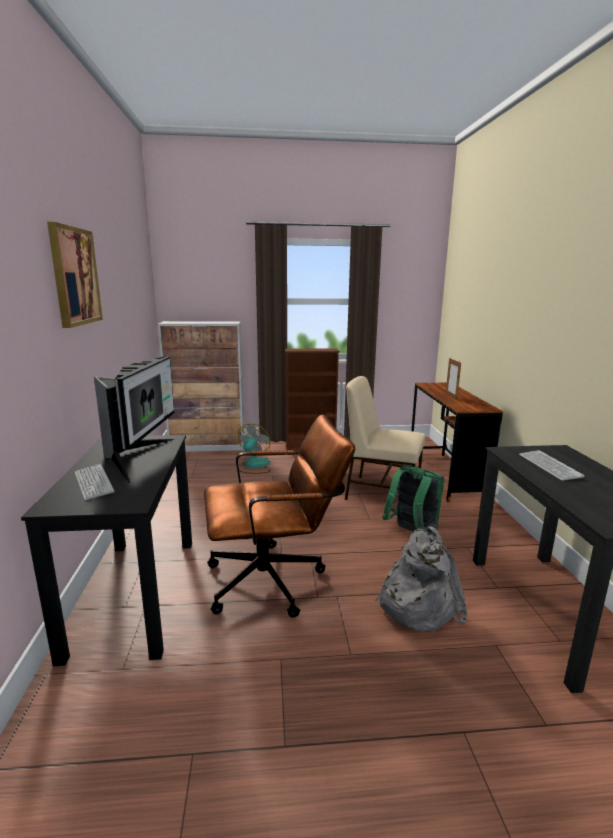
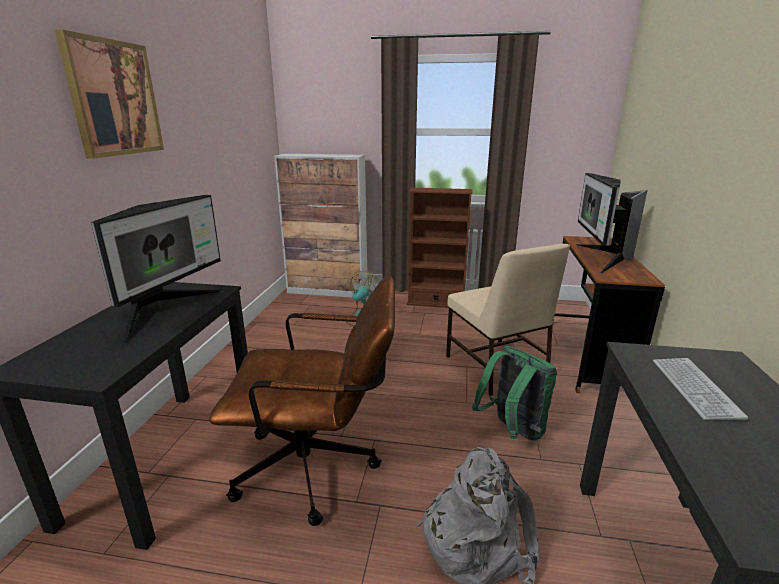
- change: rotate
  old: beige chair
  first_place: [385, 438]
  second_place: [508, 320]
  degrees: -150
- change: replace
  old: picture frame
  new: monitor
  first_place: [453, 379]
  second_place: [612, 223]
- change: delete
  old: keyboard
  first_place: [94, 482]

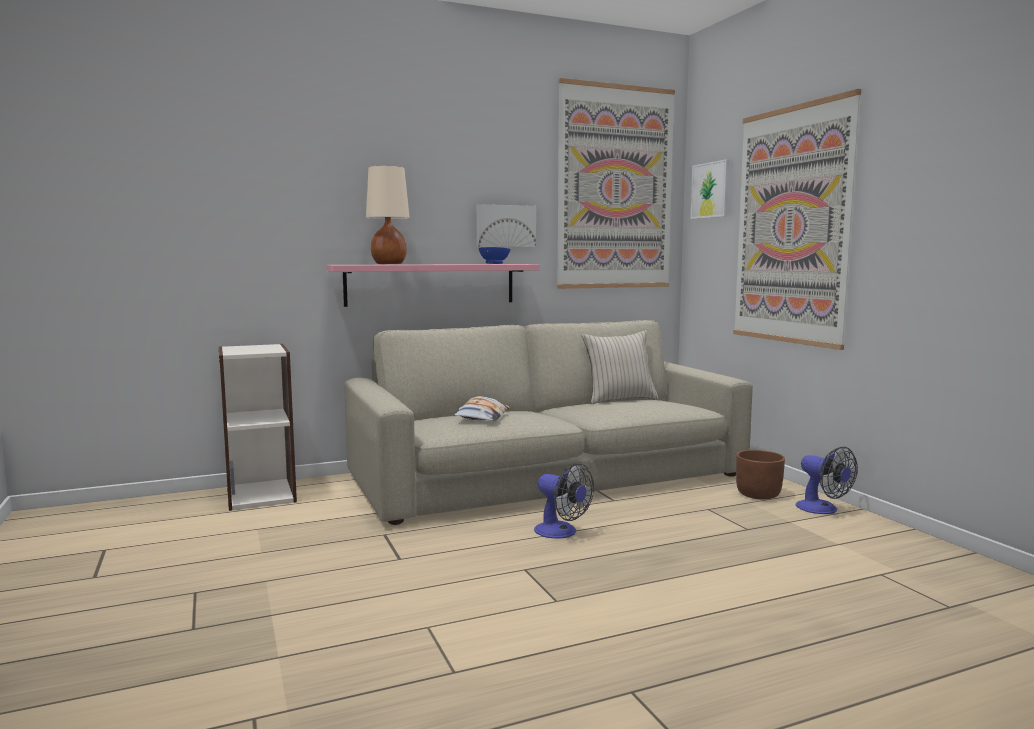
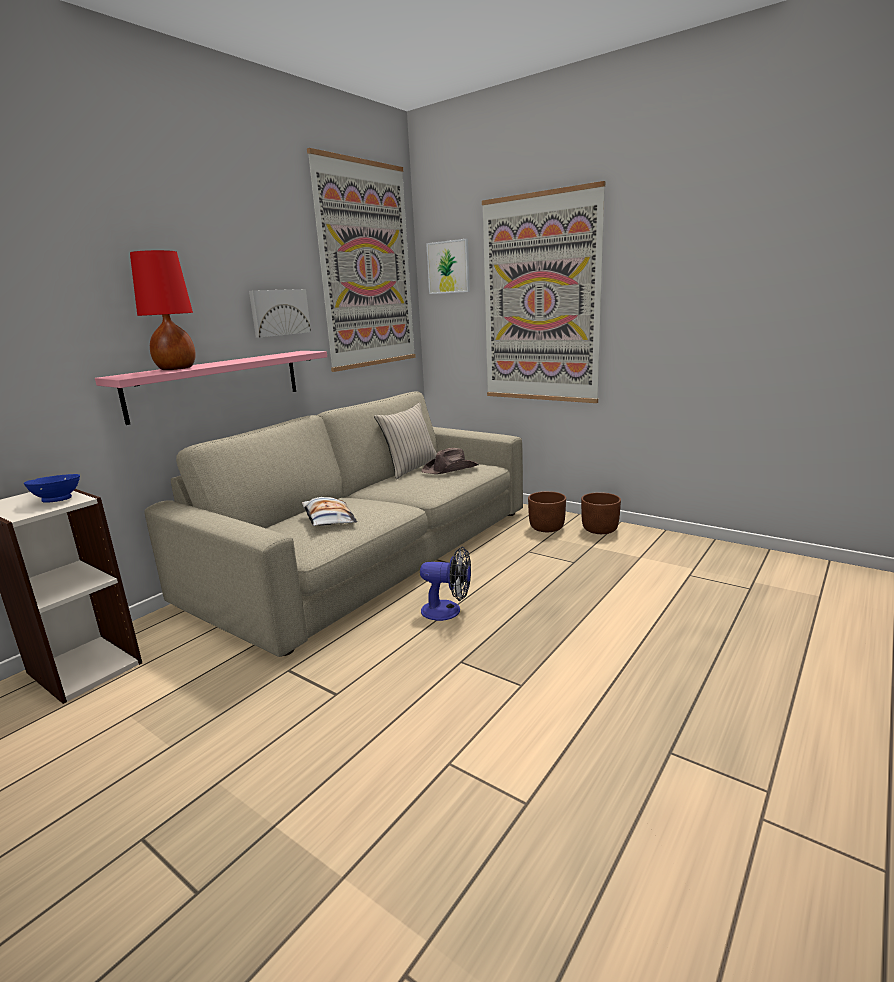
- change: move
  old: blue bowl
  first_place: [495, 255]
  second_place: [52, 488]
- change: recolor
  old: beige table lamp
  new: red table lamp
  first_place: [388, 215]
  second_place: [163, 310]
- change: insert
  new: brown hat
  second_place: [450, 461]
- change: replace
  old: fan
  new: brown planter
  first_place: [827, 480]
  second_place: [601, 513]

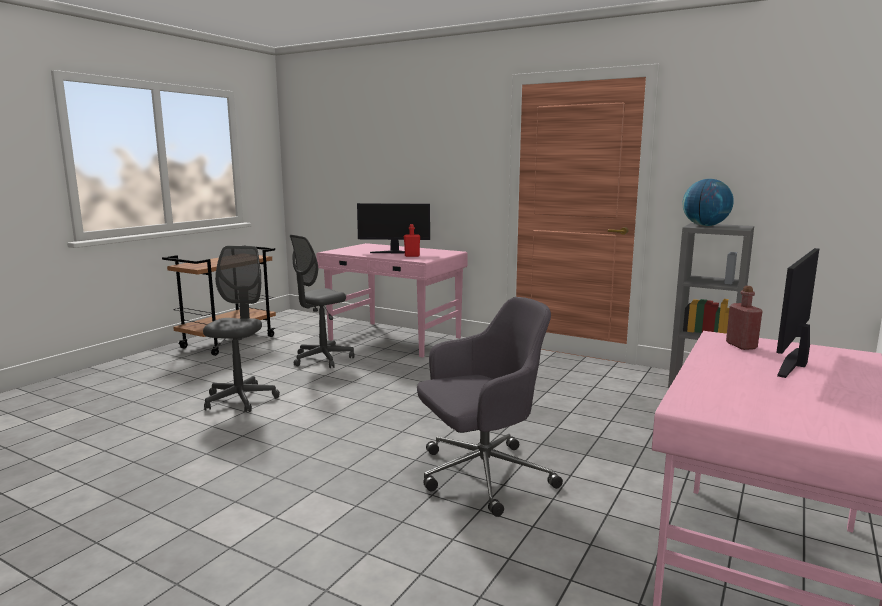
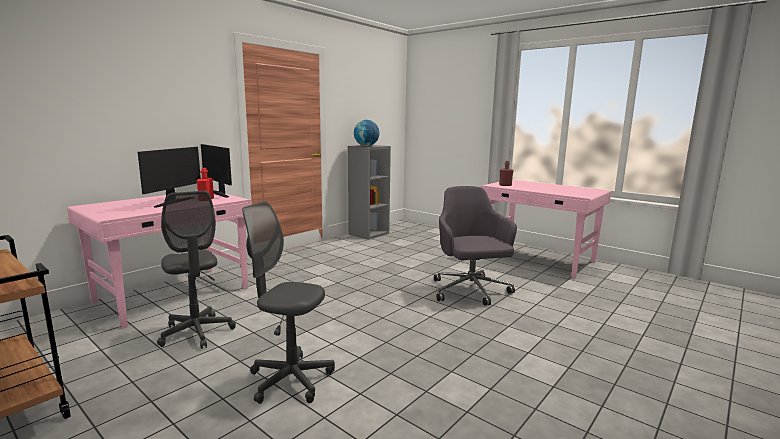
- change: move
  old: monitor
  first_place: [797, 313]
  second_place: [216, 171]

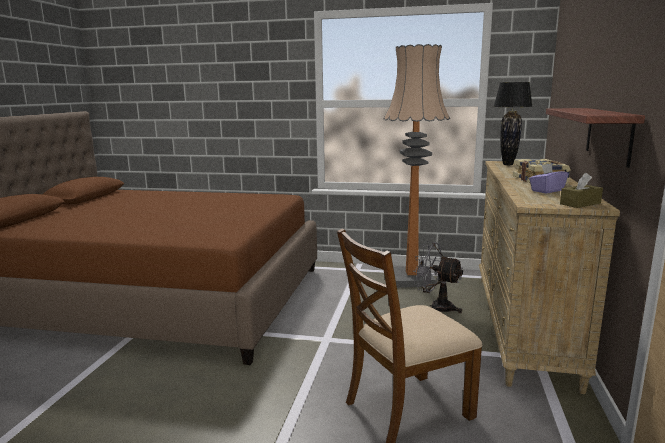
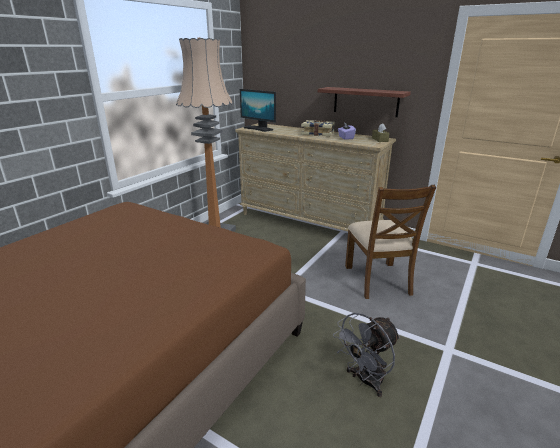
- change: replace
  old: black table lamp
  new: monitor
  first_place: [513, 123]
  second_place: [258, 110]
- change: move
  old: grey fan
  first_place: [438, 277]
  second_place: [366, 355]

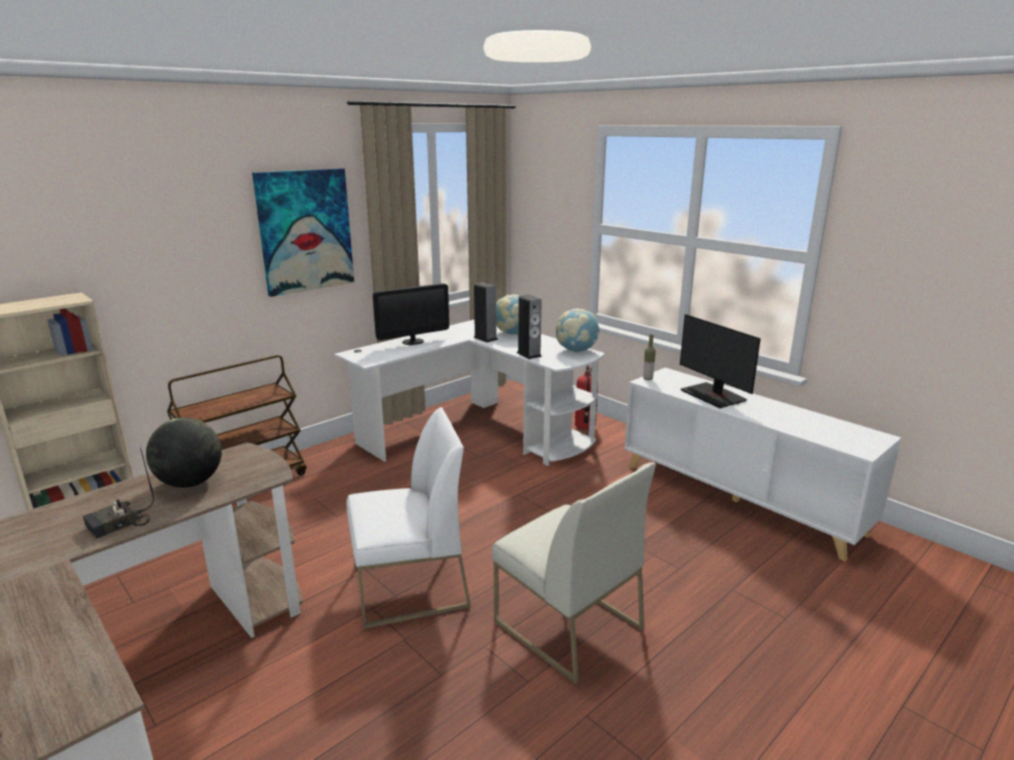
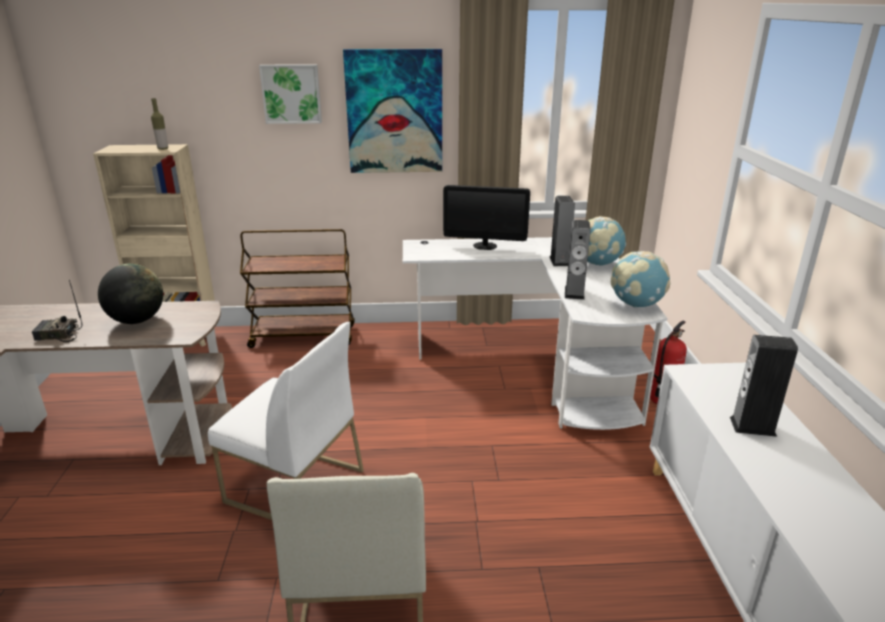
- change: move
  old: bottle
  first_place: [649, 357]
  second_place: [159, 124]
- change: insert
  new: picture
  second_place: [290, 94]
- change: replace
  old: monitor
  new: speaker
  first_place: [720, 361]
  second_place: [764, 386]

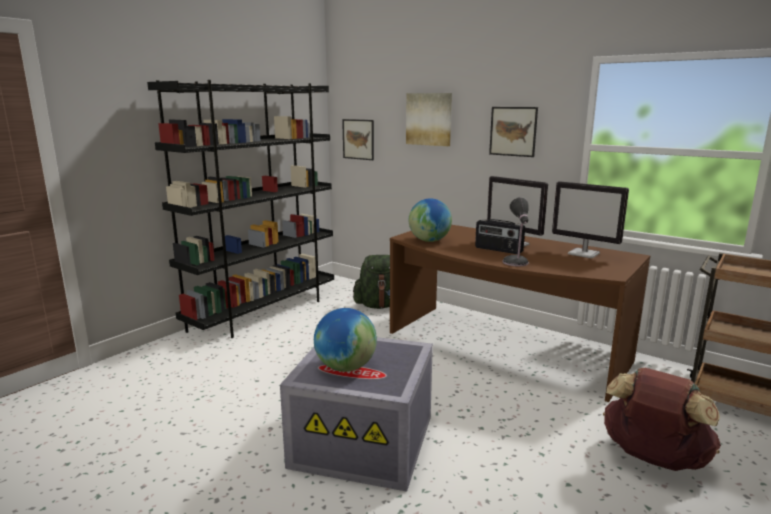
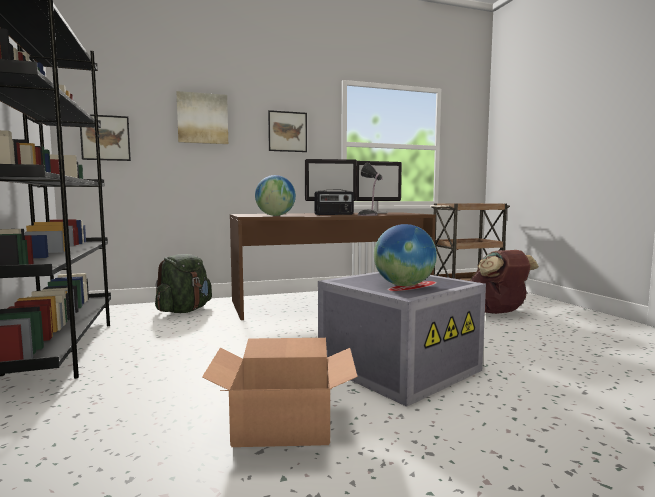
- change: insert
  new: cardboard box
  second_place: [280, 392]

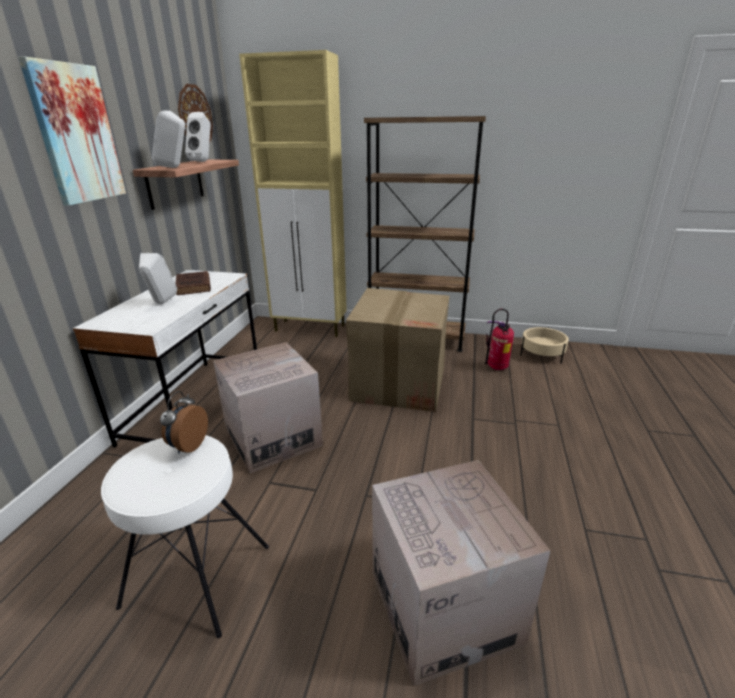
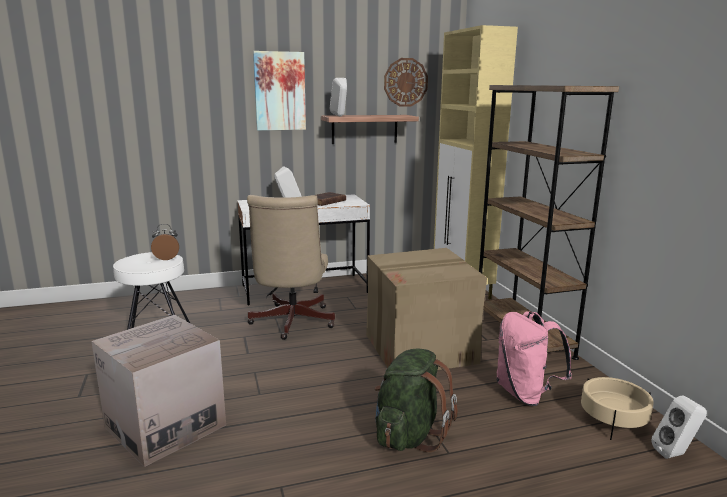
- change: replace
  old: cardboard box
  new: beige office chair
  first_place: [268, 407]
  second_place: [291, 267]
- change: insert
  new: green backpack
  second_place: [416, 400]
- change: replace
  old: fire extinguisher
  new: pink backpack
  first_place: [499, 339]
  second_place: [534, 358]
- change: move
  old: white speaker
  first_place: [197, 137]
  second_place: [679, 427]

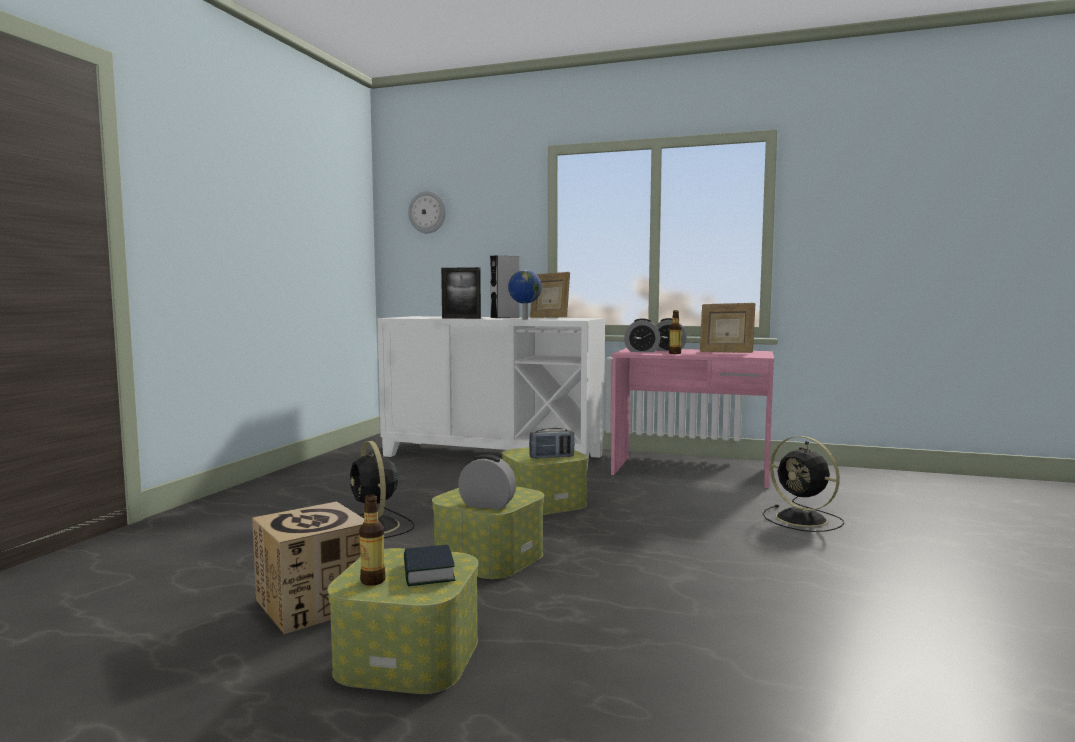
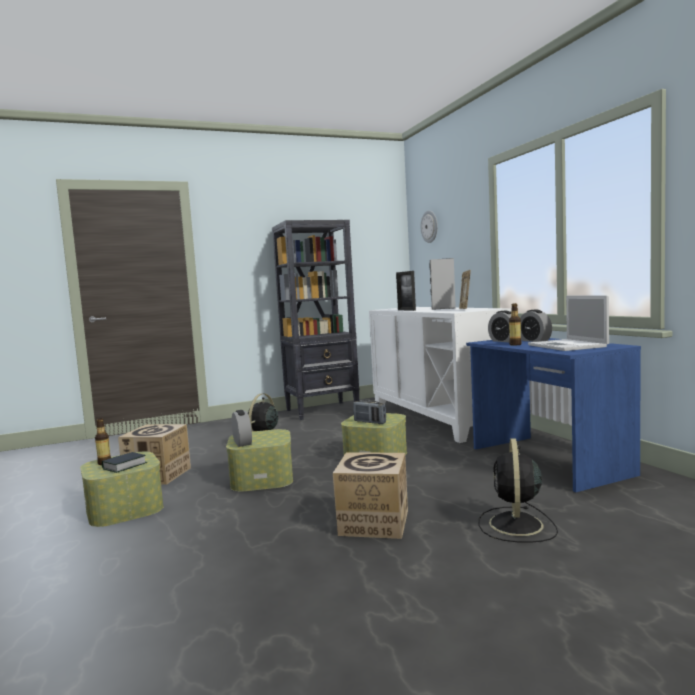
- change: insert
  new: black bookcase
  second_place: [316, 320]
- change: insert
  new: cardboard box
  second_place: [370, 495]
- change: recolor
  old: pink desk
  new: blue desk
  first_place: [692, 418]
  second_place: [553, 415]
- change: replace
  old: picture frame
  new: laptop
  first_place: [728, 328]
  second_place: [568, 323]
- change: delete
  old: globe
  first_place: [525, 294]

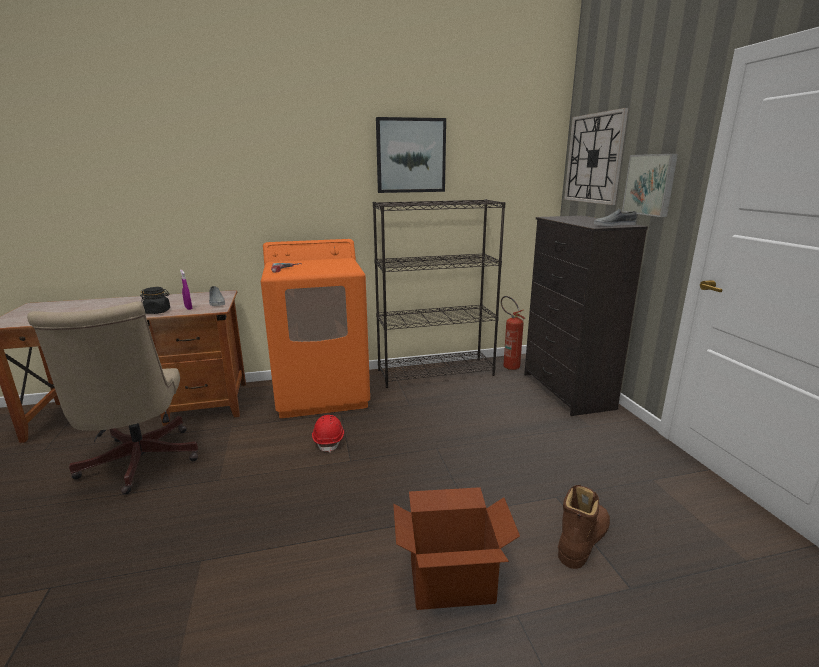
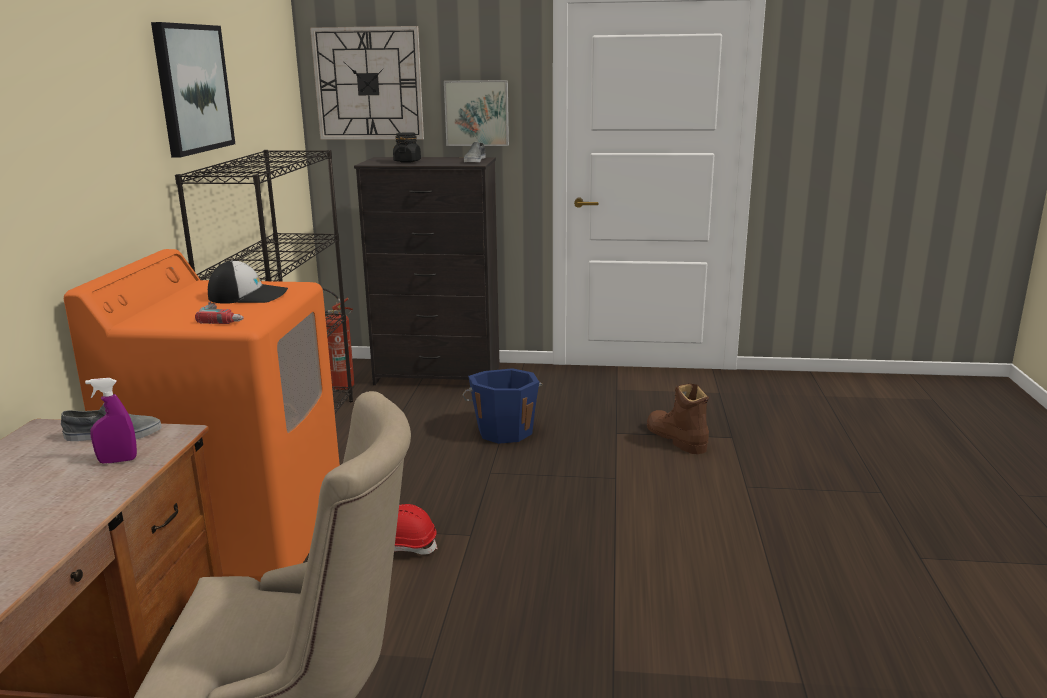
- change: insert
  new: cap
  second_place: [248, 282]
- change: move
  old: black jar
  first_place: [155, 300]
  second_place: [407, 147]
- change: insert
  new: blue bucket
  second_place: [502, 406]
- change: delete
  old: cardboard box
  first_place: [456, 548]

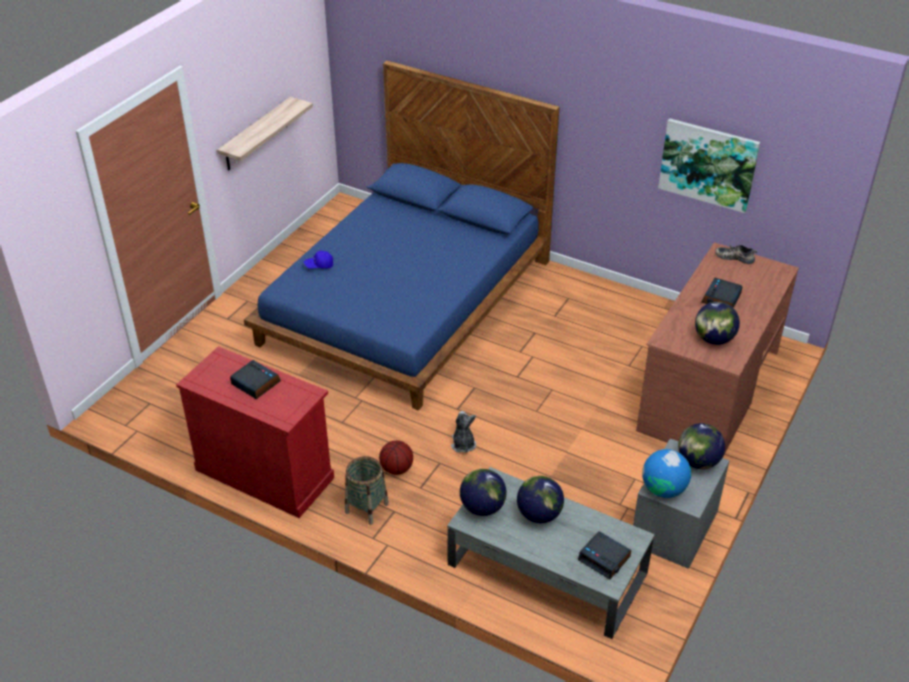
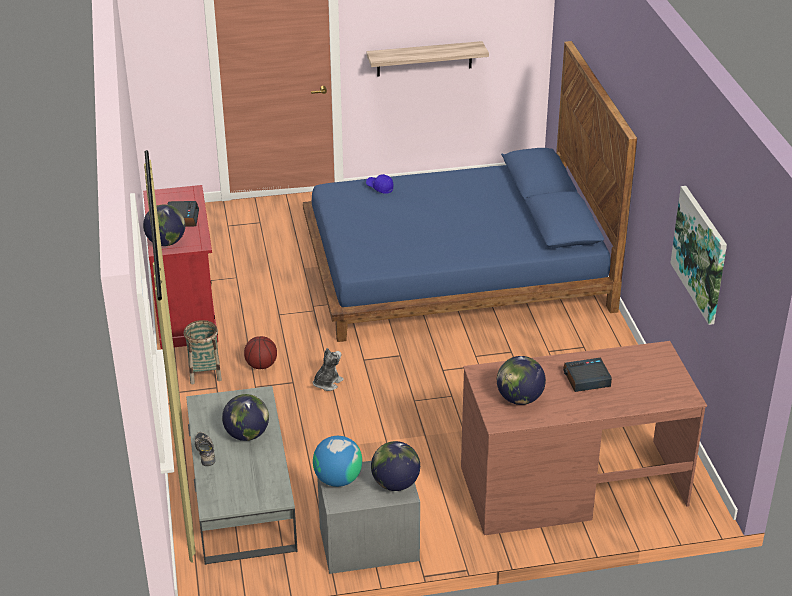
- change: move
  old: globe
  first_place: [483, 492]
  second_place: [164, 225]
- change: move
  old: shoe
  first_place: [736, 254]
  second_place: [205, 449]
- change: delete
  old: alarm clock
  first_place: [604, 555]

